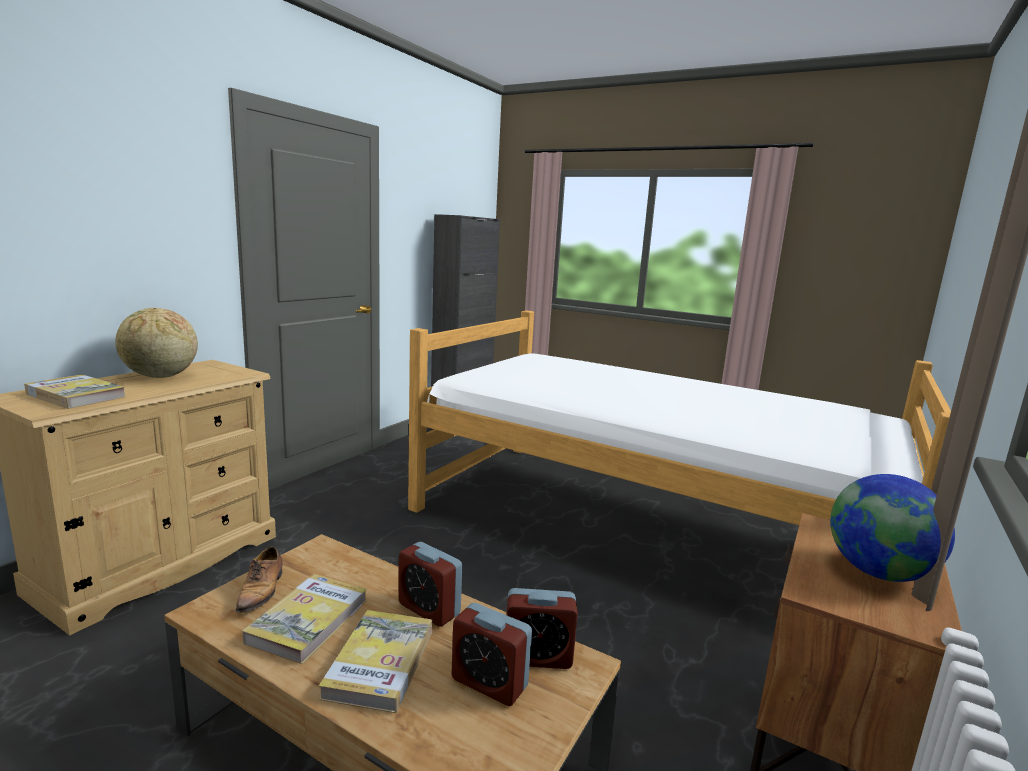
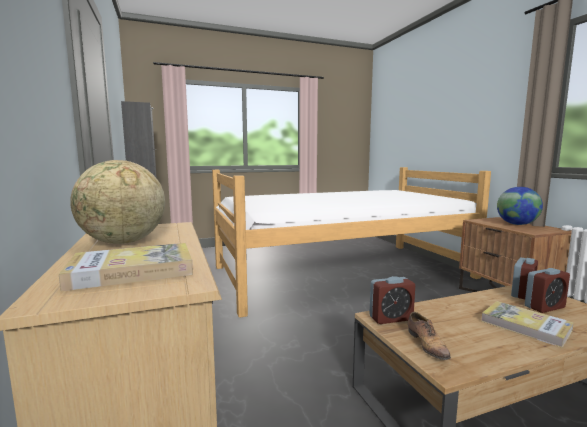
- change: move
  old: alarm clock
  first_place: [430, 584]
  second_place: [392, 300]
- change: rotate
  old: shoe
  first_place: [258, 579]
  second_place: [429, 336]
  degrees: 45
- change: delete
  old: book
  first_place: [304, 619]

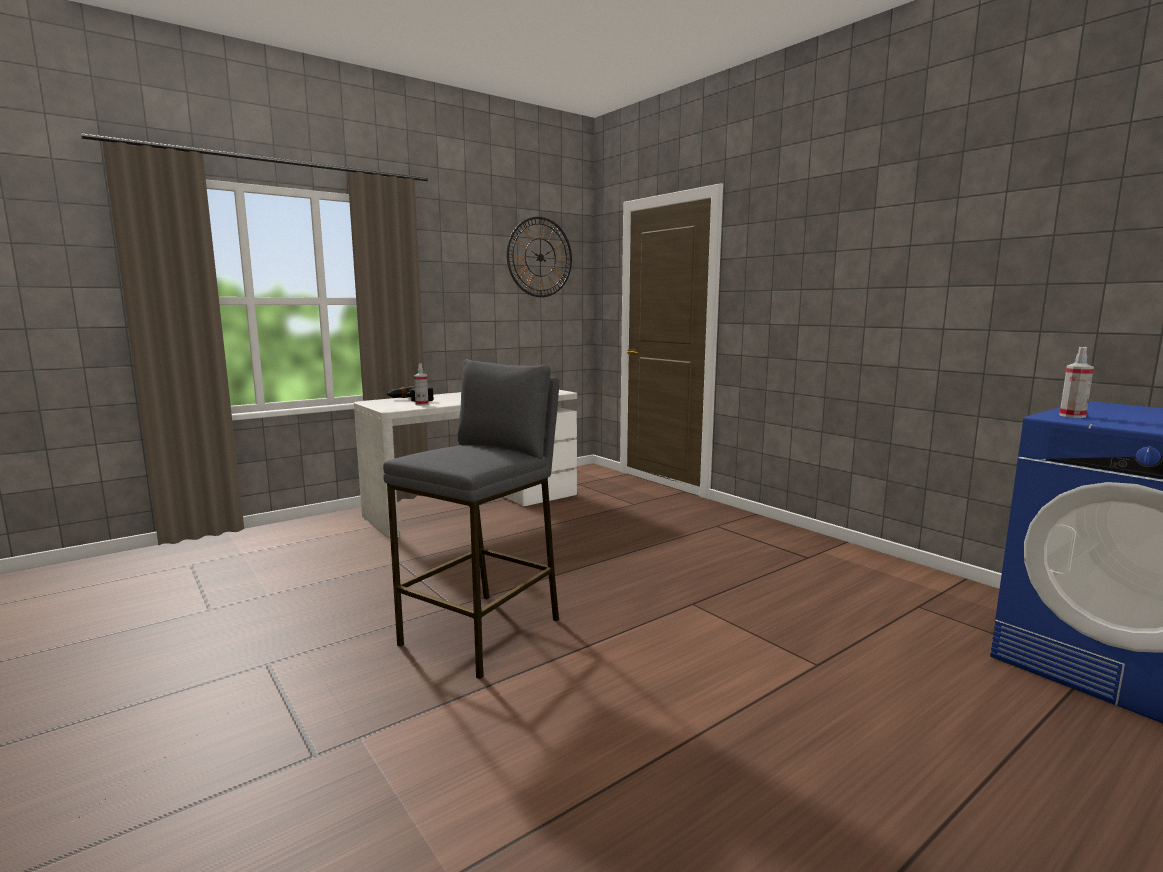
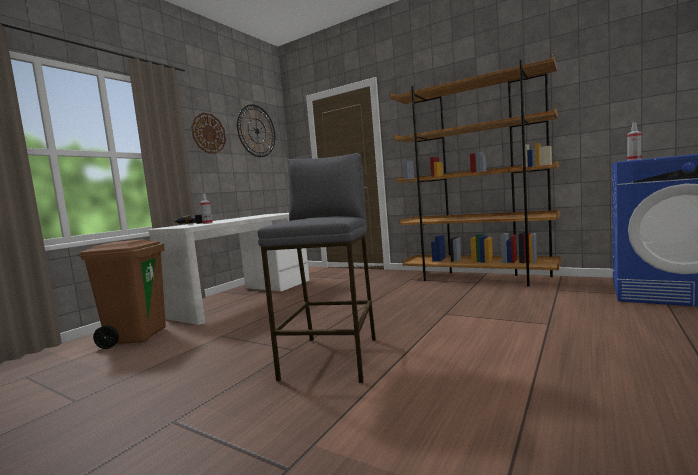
- change: insert
  new: brown trash can
  second_place: [122, 294]
- change: insert
  new: wall clock
  second_place: [208, 133]
- change: insert
  new: brown bookcase
  second_place: [475, 170]

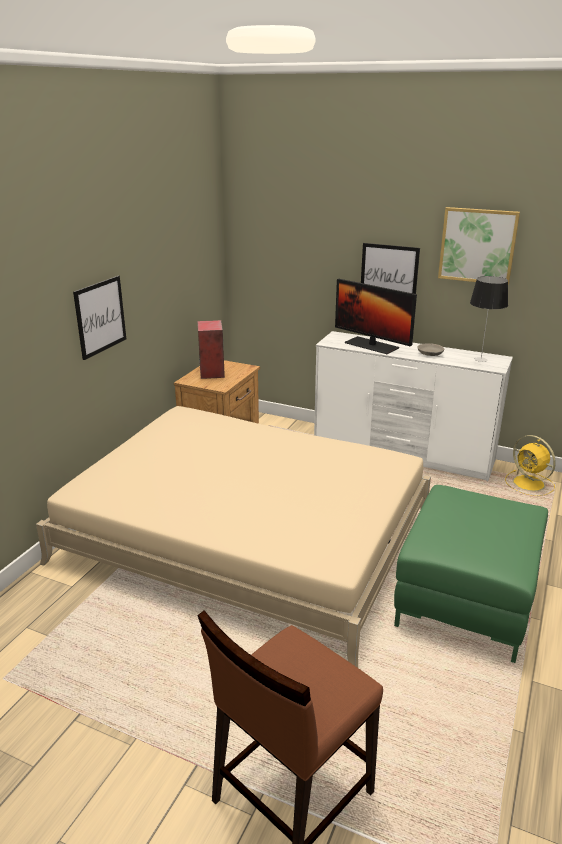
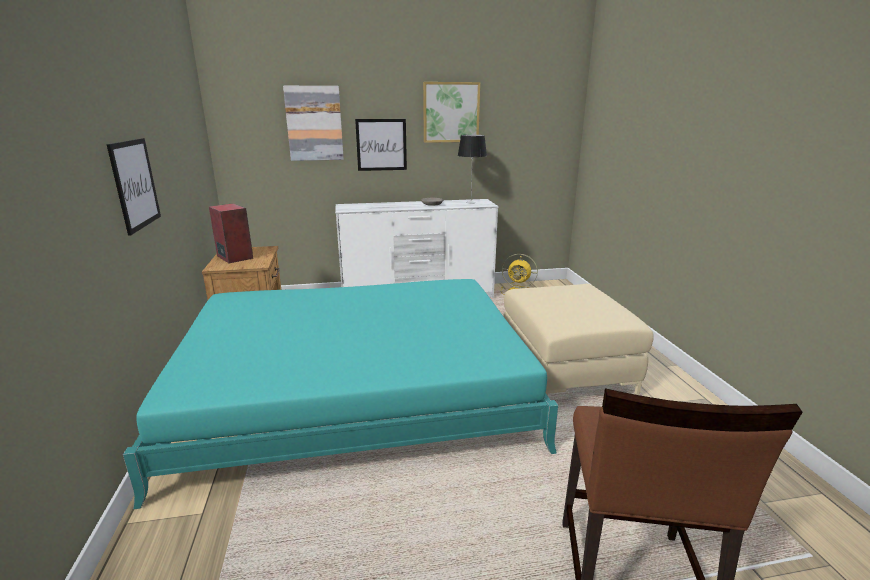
- change: recolor
  old: beige bed
  new: turquoise bed
  first_place: [233, 537]
  second_place: [340, 394]
- change: insert
  new: picture
  second_place: [313, 123]
- change: recolor
  old: green ottoman
  new: beige ottoman
  first_place: [471, 574]
  second_place: [578, 340]
- change: delete
  old: monitor
  first_place: [376, 316]

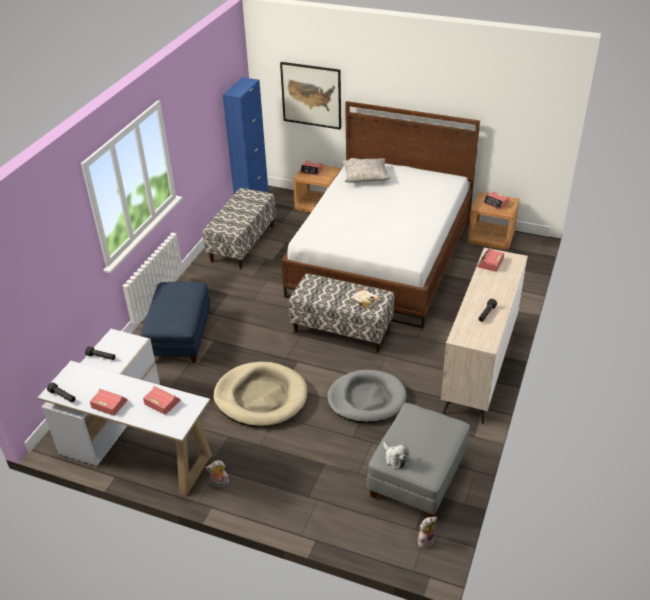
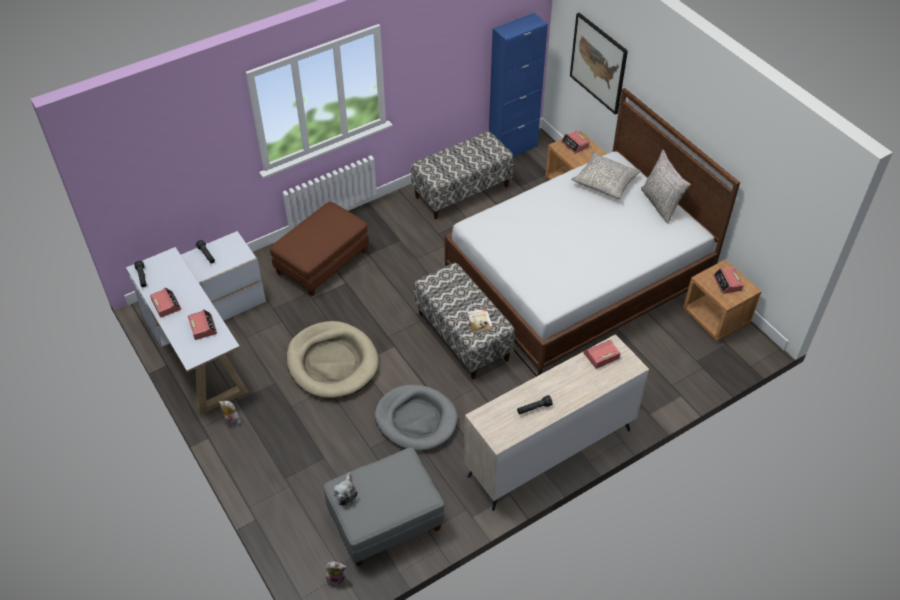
- change: recolor
  old: blue ottoman
  new: brown ottoman
  first_place: [175, 322]
  second_place: [319, 249]
- change: insert
  new: grey pillow
  second_place: [666, 187]

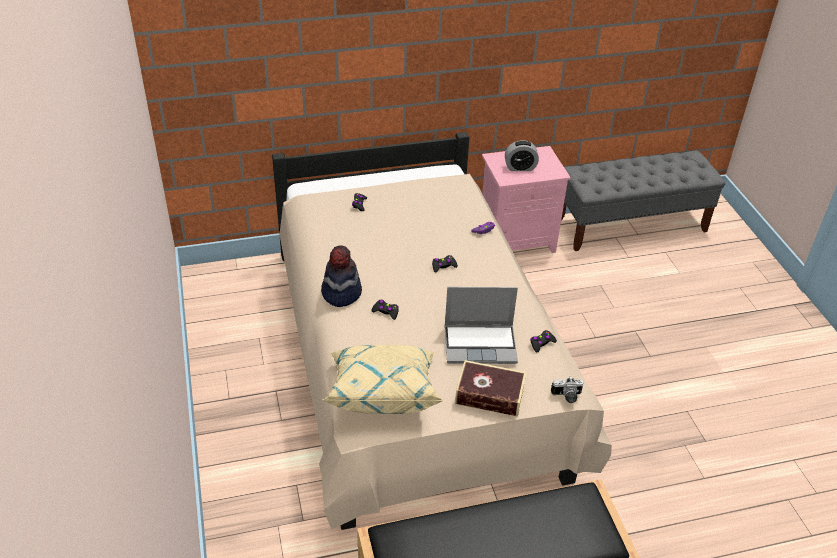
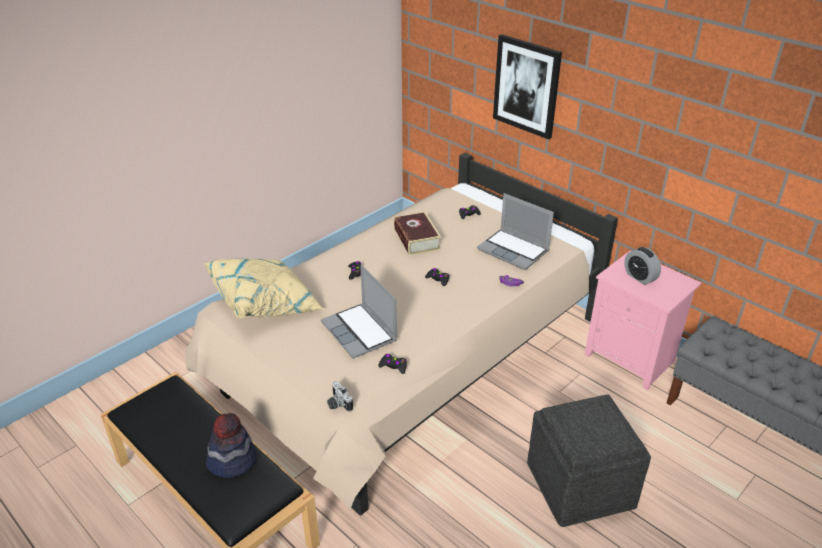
- change: move
  old: hat
  first_place: [341, 276]
  second_place: [231, 445]
- change: move
  old: book
  first_place: [490, 388]
  second_place: [417, 233]
- change: insert
  new: laptop
  second_place: [515, 231]
- change: insert
  new: picture
  second_place: [527, 87]
- change: insert
  new: grey ottoman
  second_place: [589, 460]

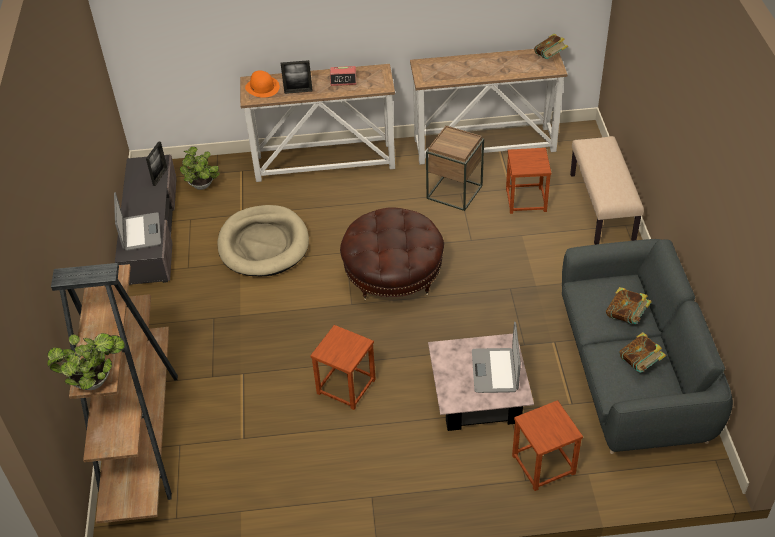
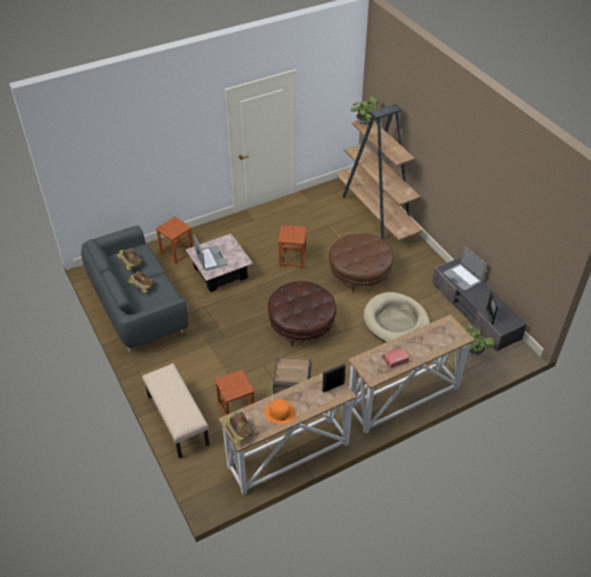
- change: move
  old: orange hat
  first_place: [262, 84]
  second_place: [280, 412]
- change: move
  old: picture frame
  first_place: [297, 77]
  second_place: [334, 378]
- change: insert
  new: brown ottoman
  second_place: [361, 263]

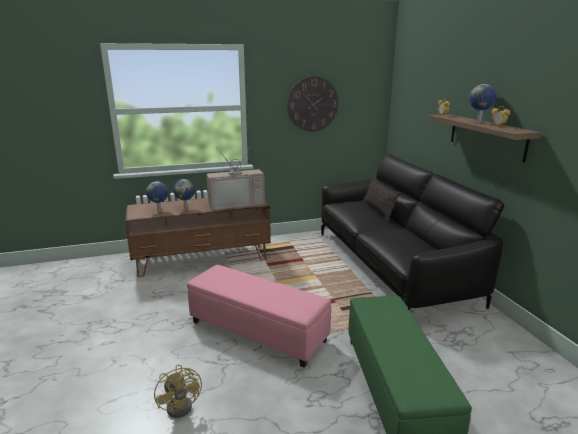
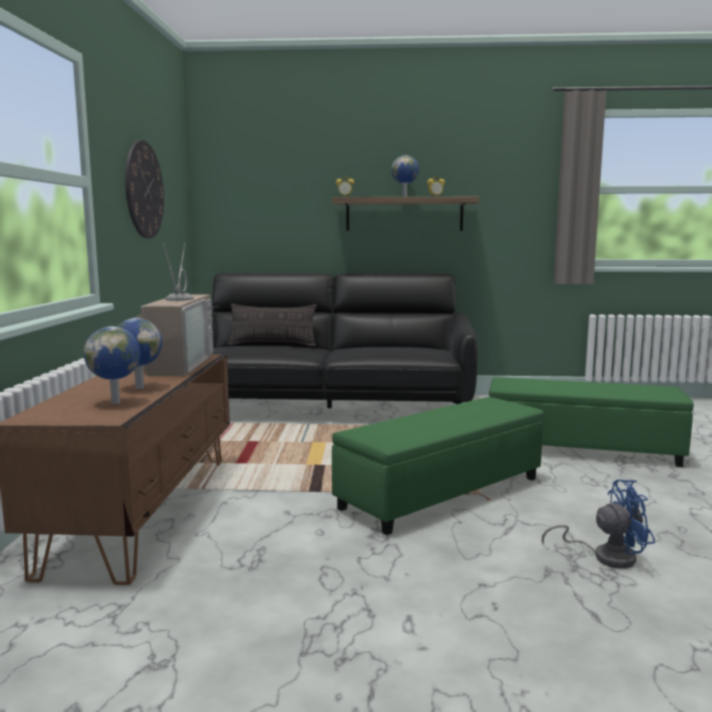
- change: recolor
  old: pink ottoman
  new: green ottoman
  first_place: [259, 316]
  second_place: [438, 466]
- change: recolor
  old: yellow fan
  new: blue fan
  first_place: [178, 391]
  second_place: [598, 524]

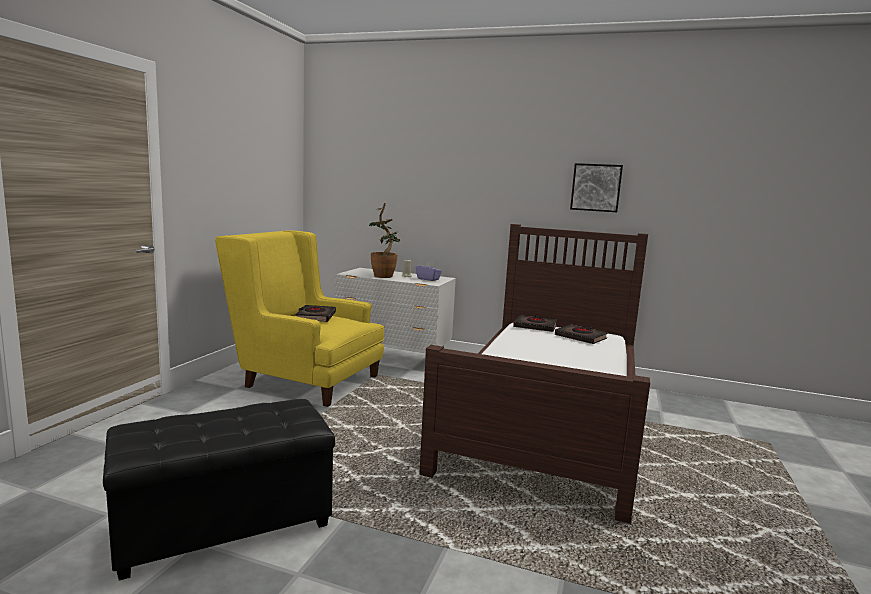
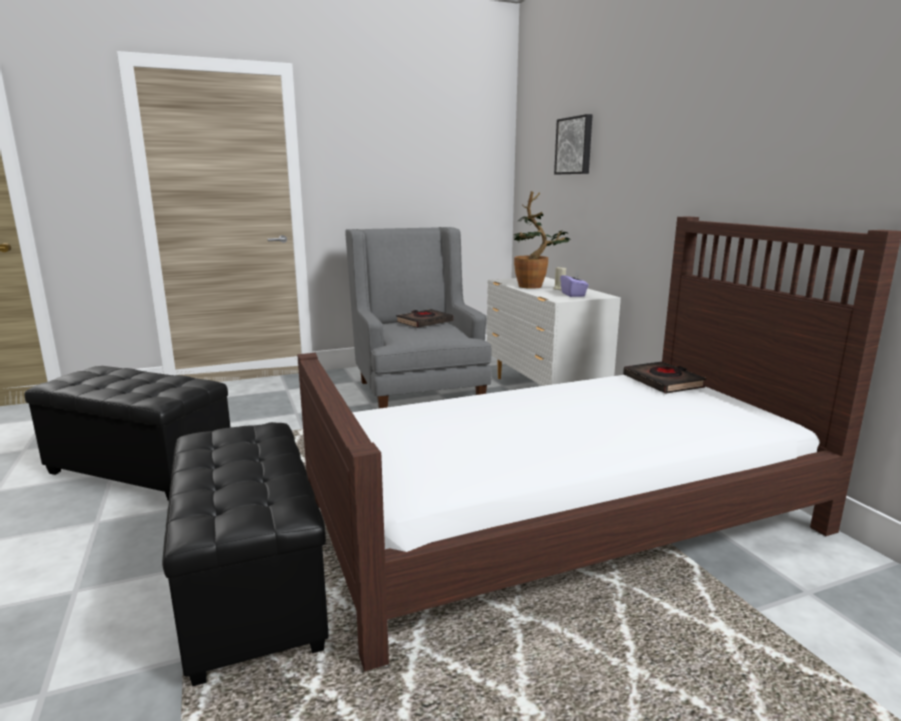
- change: insert
  new: black ottoman
  second_place: [245, 554]
- change: recolor
  old: yellow armchair
  new: grey armchair
  first_place: [299, 318]
  second_place: [418, 318]
- change: move
  old: picture
  first_place: [596, 187]
  second_place: [573, 144]
- change: delete
  old: black book
  first_place: [581, 334]

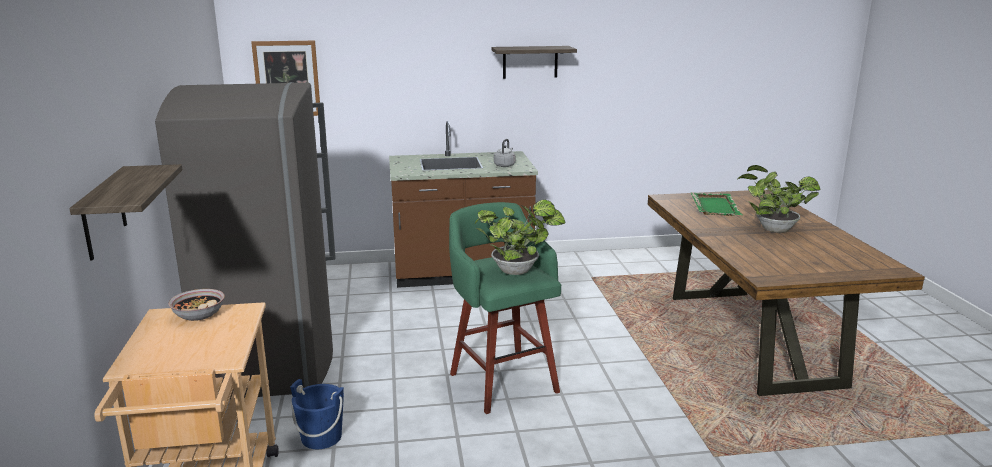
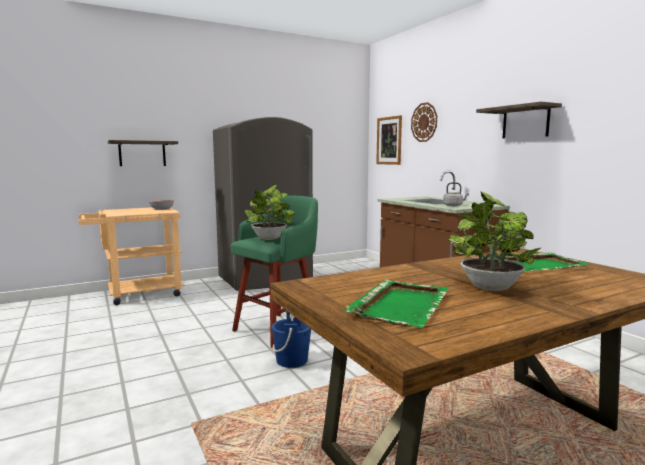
- change: move
  old: blue bucket
  first_place: [317, 414]
  second_place: [291, 339]
- change: insert
  new: green tray
  second_place: [396, 303]
- change: insert
  new: wall clock
  second_place: [424, 122]

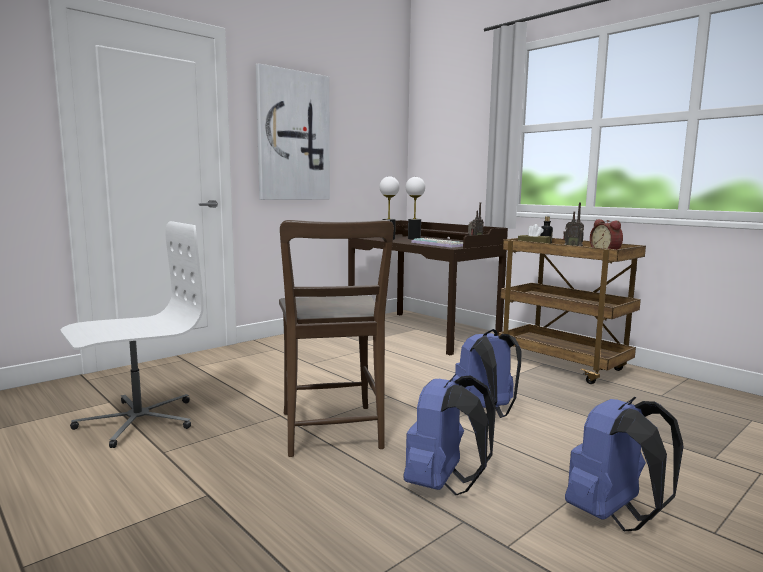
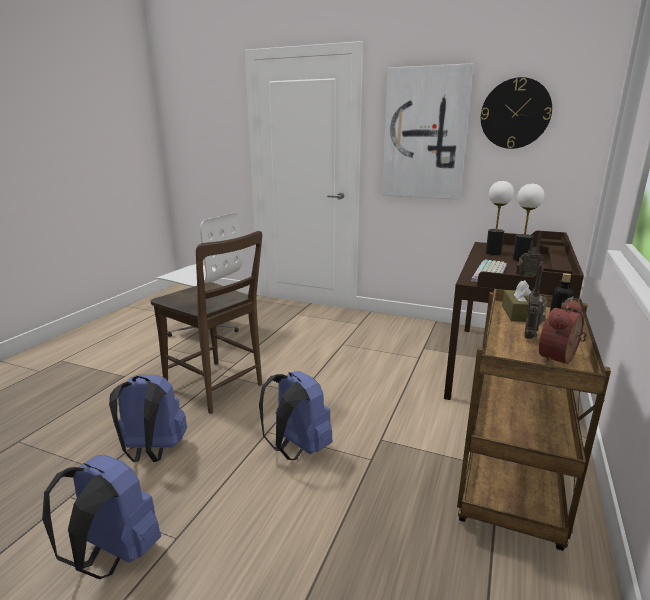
- change: rotate
  old: brown chair
  first_place: [336, 338]
  second_place: [206, 322]
  degrees: -105
- change: insert
  new: wall clock
  second_place: [516, 113]

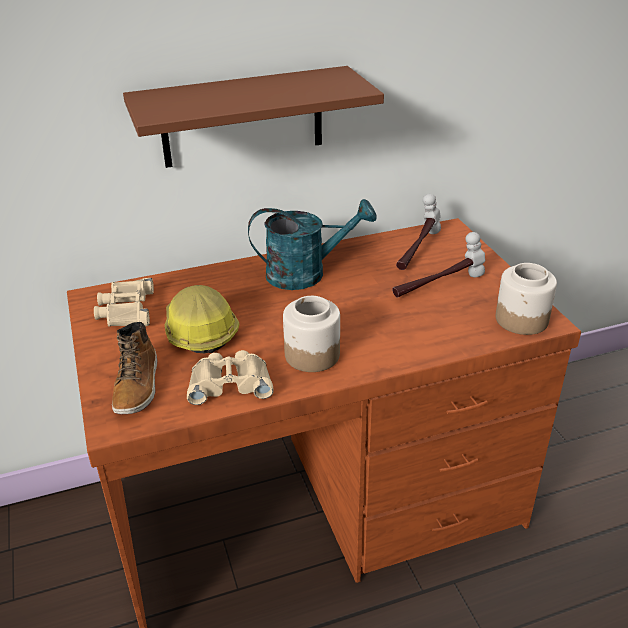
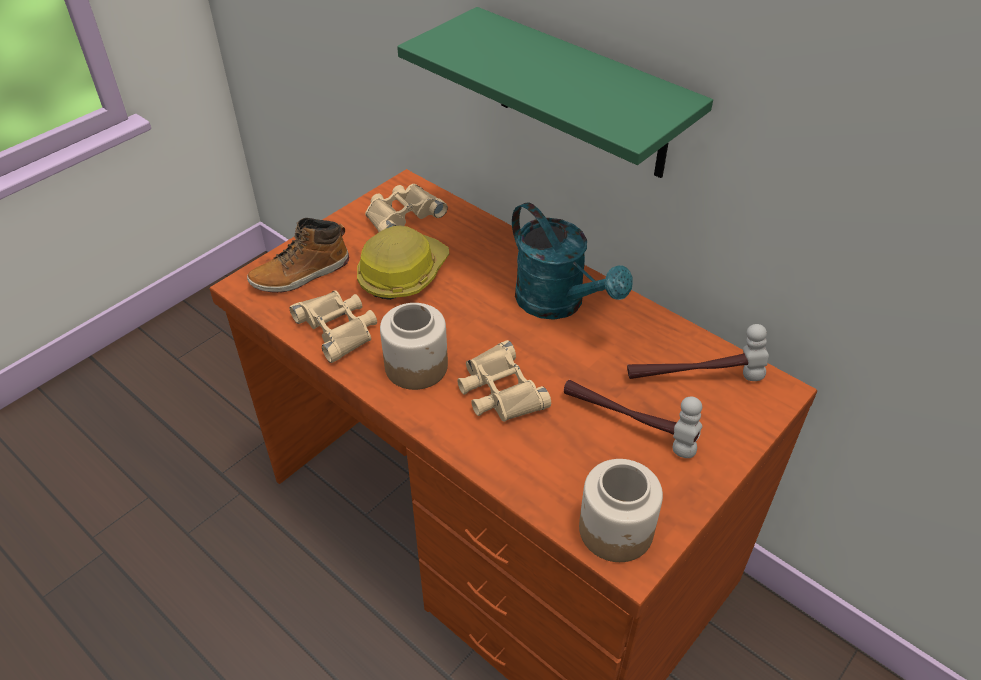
- change: recolor
  old: brown shelf
  new: green shelf
  first_place: [253, 117]
  second_place: [555, 92]
- change: insert
  new: beige binoculars
  second_place: [504, 381]

